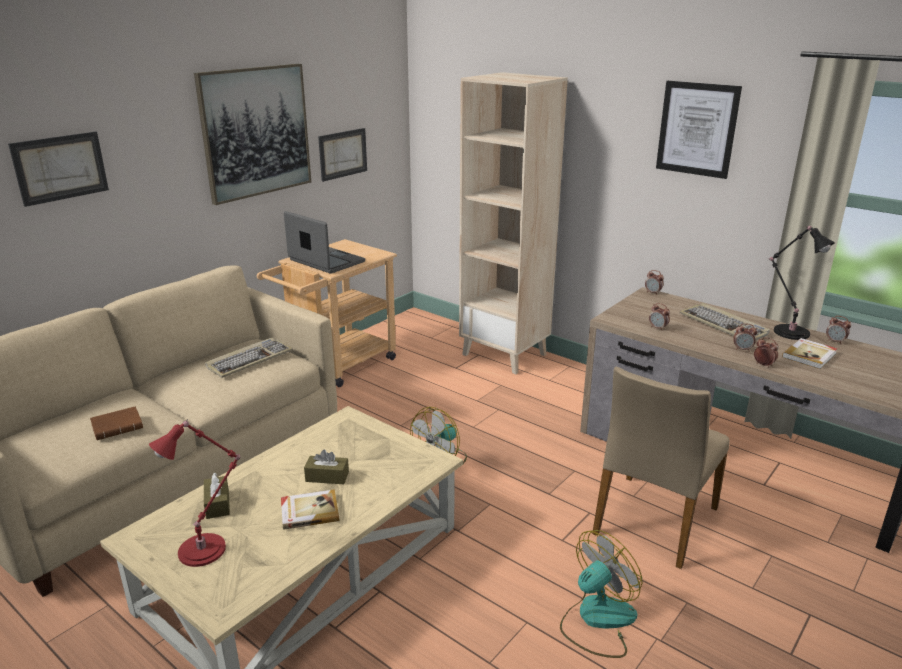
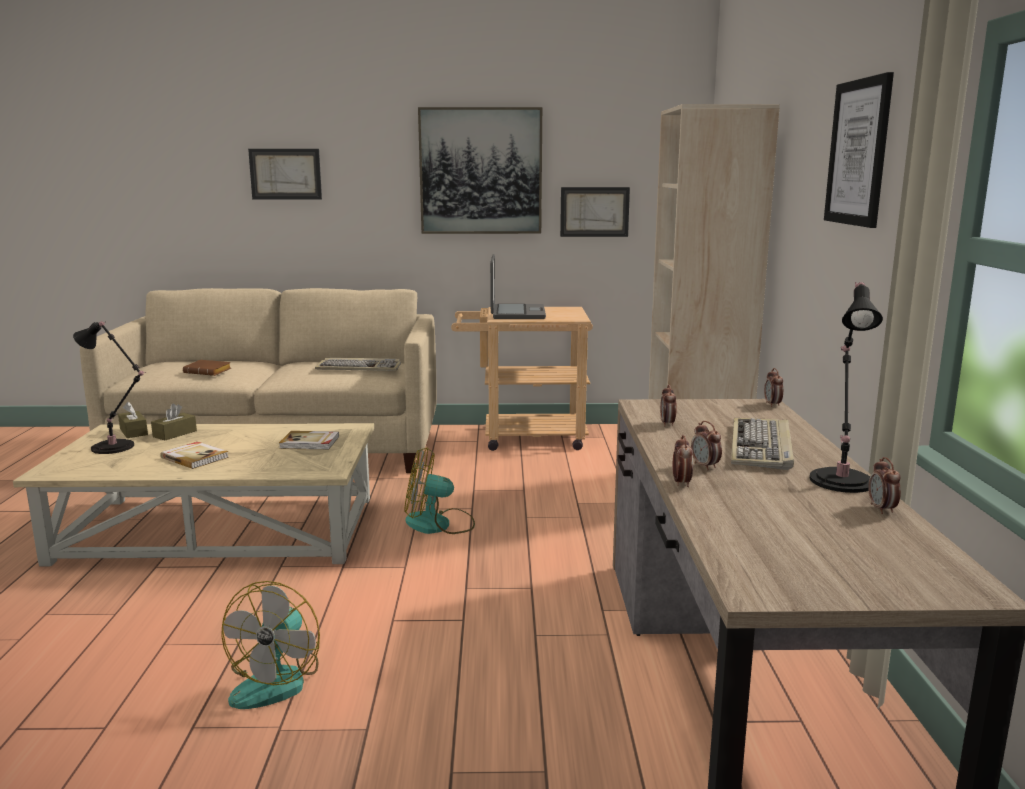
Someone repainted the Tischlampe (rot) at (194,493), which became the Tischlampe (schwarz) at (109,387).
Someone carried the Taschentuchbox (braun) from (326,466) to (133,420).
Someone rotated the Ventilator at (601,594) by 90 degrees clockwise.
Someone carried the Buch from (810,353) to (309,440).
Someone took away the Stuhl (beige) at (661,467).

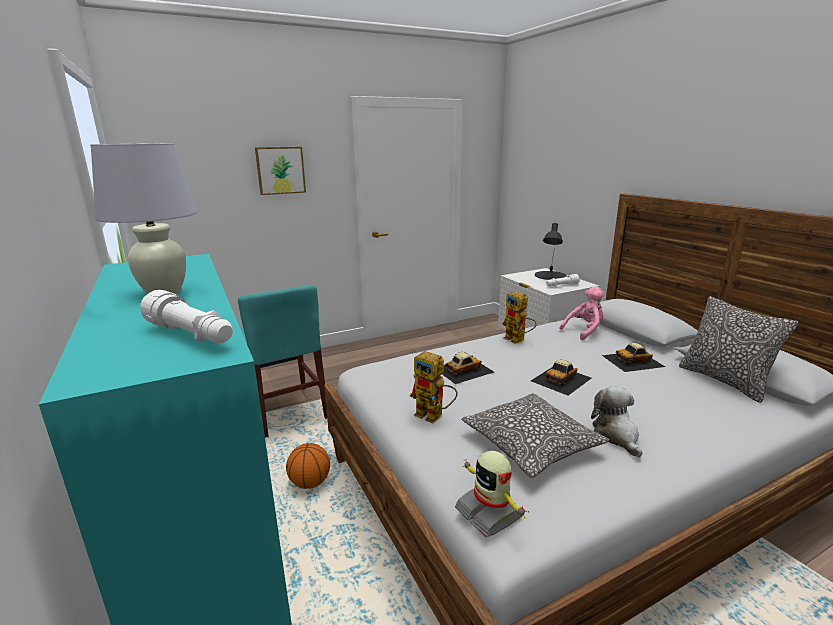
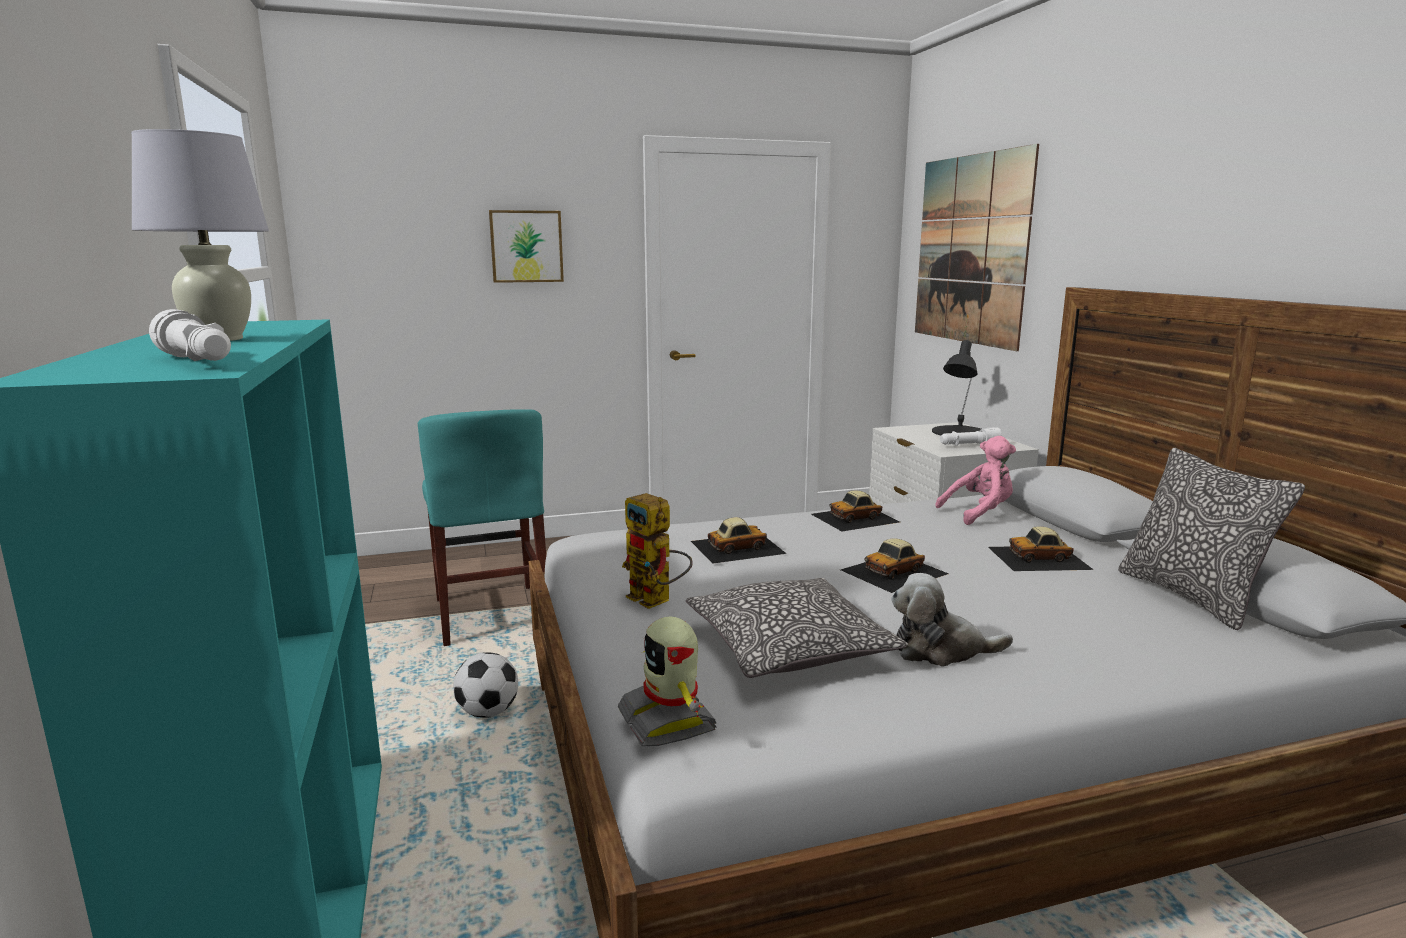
Someone swapped the Basketball at (308,466) for the Fußball at (485,685).
Someone swapped the Spielzeugroboter at (519,317) for the Spielzeugauto at (855,511).
Someone rotated the Plüschtier at (616,422) by 90 degrees counterclockwise.
Someone put up the Bild at (977,247).

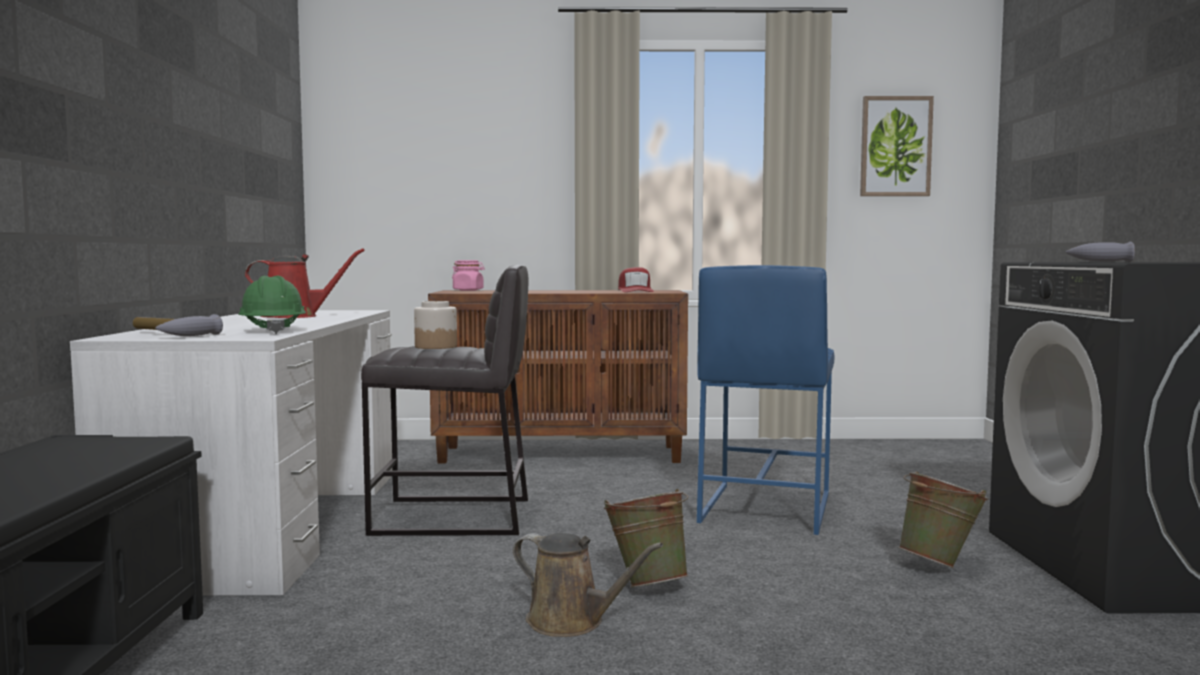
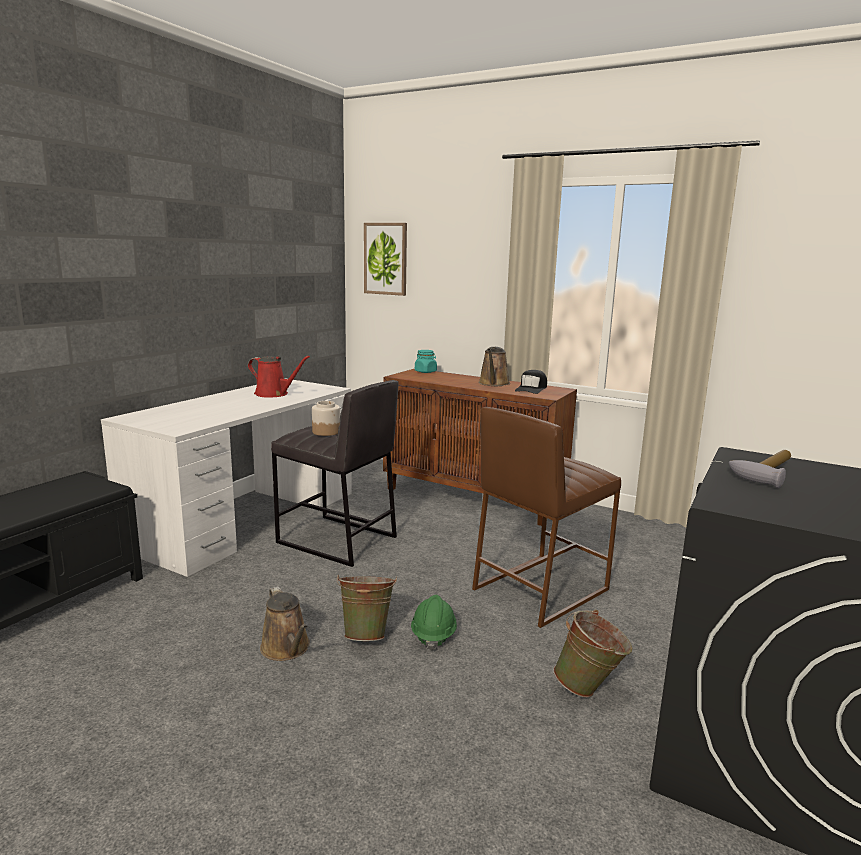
Someone carried the Bild from (897,146) to (385,259).
Someone carried the Schutzhelm (grün) from (272,305) to (434,623).
Someone repainted the Vorratsglas (rosa) at (468,275), which became the Vorratsglas (türkis) at (426,361).
Someone repainted the Hocker (blau) at (765,400), which became the Hocker (braun) at (546,517).
Someone put down the Gießkanne (braun) at (494,366).
Someone repainted the Kappe (rot) at (636,279), which became the Kappe (schwarz) at (531,382).
Someone took away the Hammer at (178,325).

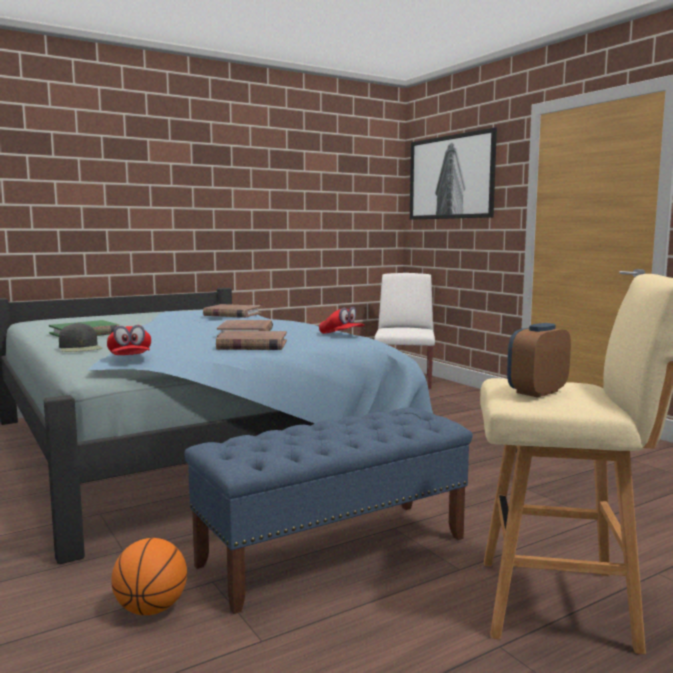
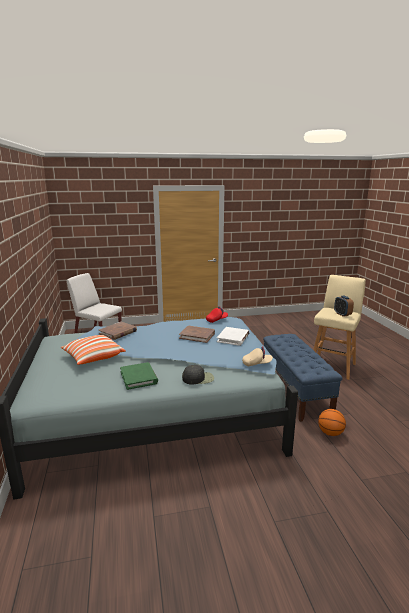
Someone put down the Kissen at (93,350).
Someone repainted the Buch (braun) at (251,340), which became the Buch (weiß) at (233,336).
Someone repainted the Kappe (rot) at (129,340), which became the Kappe (beige) at (257,356).
Someone took away the Bild at (453,173).

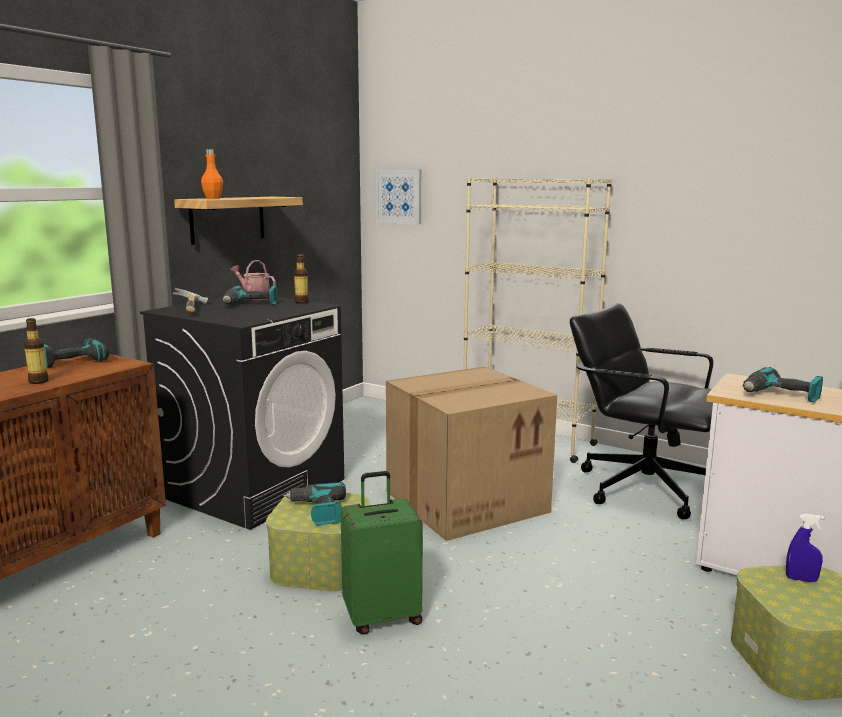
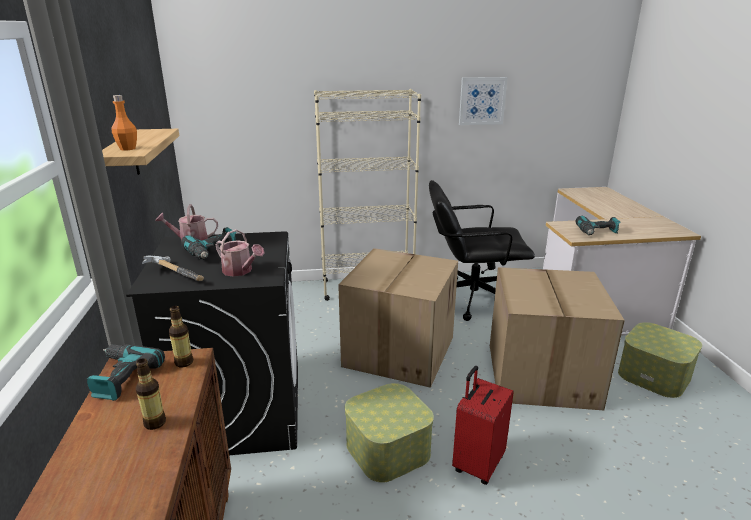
Someone carried the Flasche from (301,279) to (181,336).
Someone put down the Gießkanne at (240,253).
Someone repainted the Koffer (grün) at (381,553), which became the Koffer (rot) at (483,425).
Someone carried the Bild from (398,196) to (483,101).
Someone put down the Karton at (557,338).
Someone took away the Bohrmaschine at (314,503).
Someone took away the Sprühflasche (blau) at (805,547).

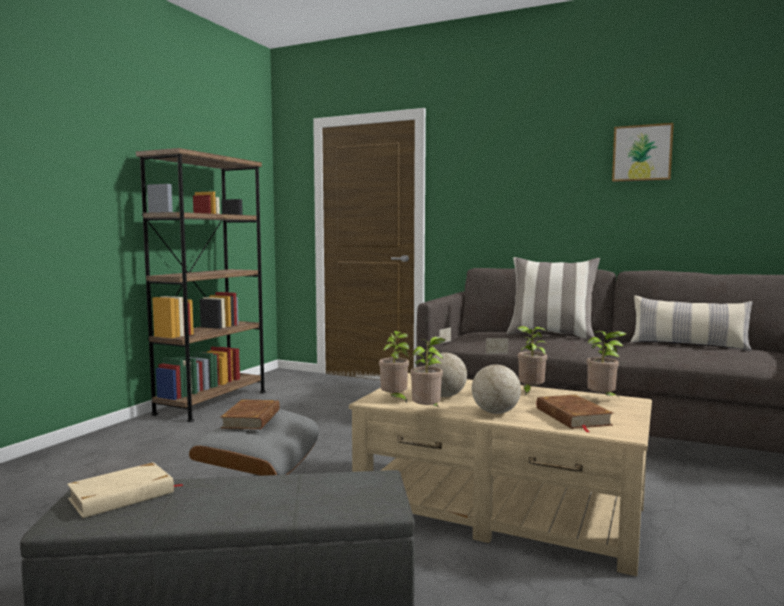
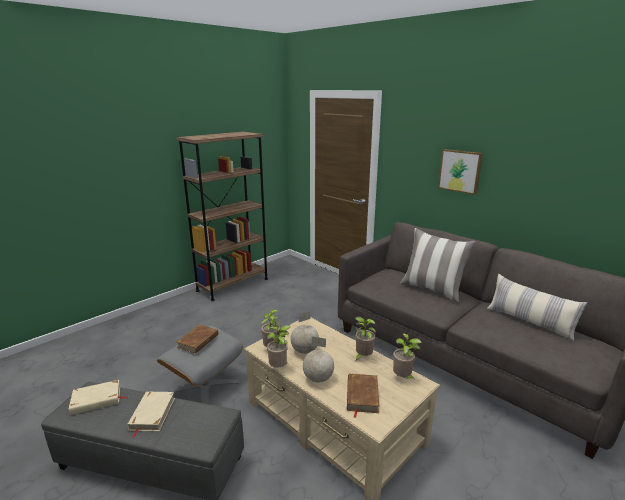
Someone put down the Buch (beige) at (151,415).
Someone carried the Bild from (643,152) to (460,172).

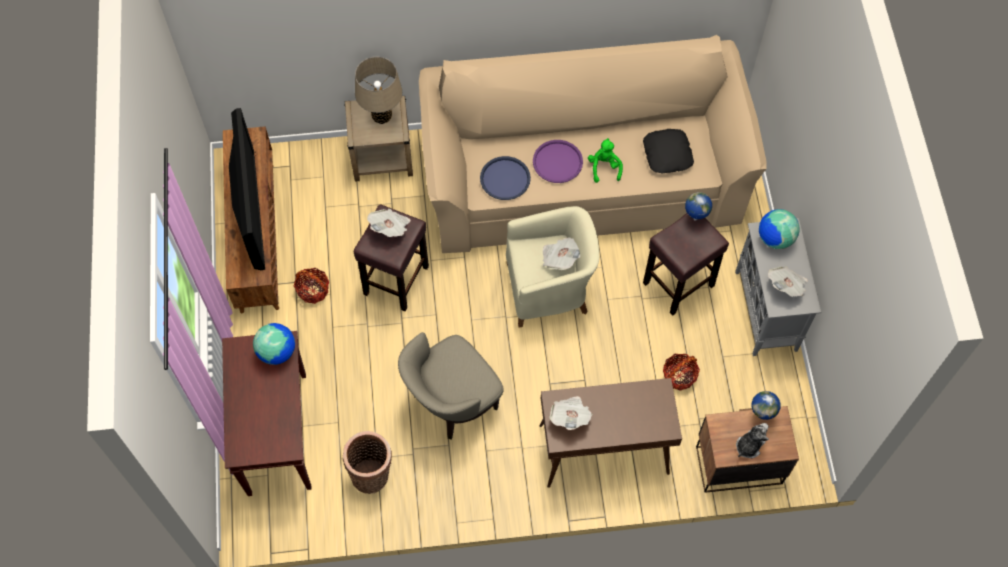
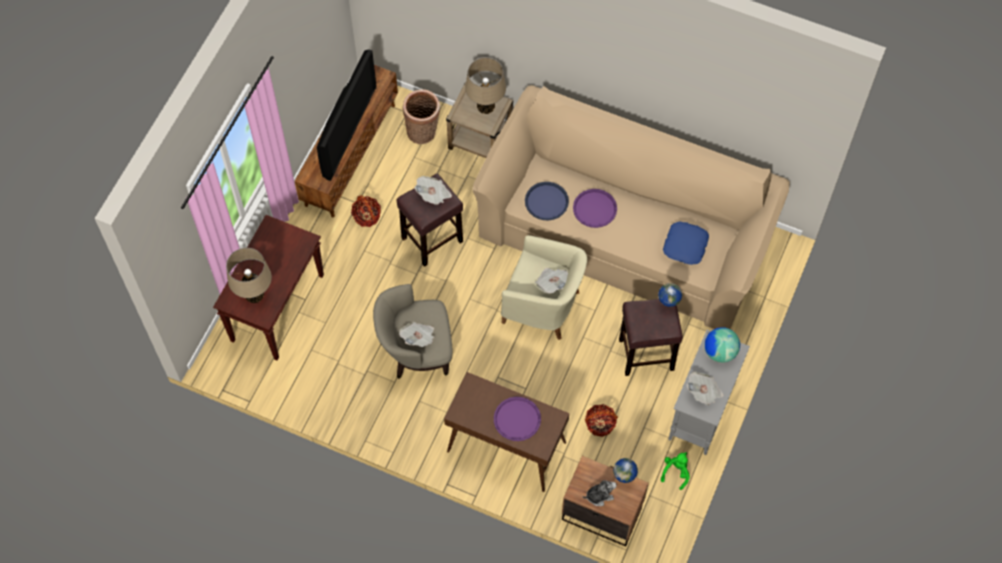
Someone put down the Tischlampe (beige) at (249,275).
Someone carried the Zeitung from (571,413) to (416,334).
Someone carried the Korb from (367,462) to (421,116).
Someone put down the Tablett (lila) at (517,419).
Someone carried the Plüschtier (grün) from (605,160) to (675,471).
Someone repainted the Kissen (schwarz) at (668,151), which became the Kissen (blau) at (686,243).
Someone took away the Globus at (274,344).

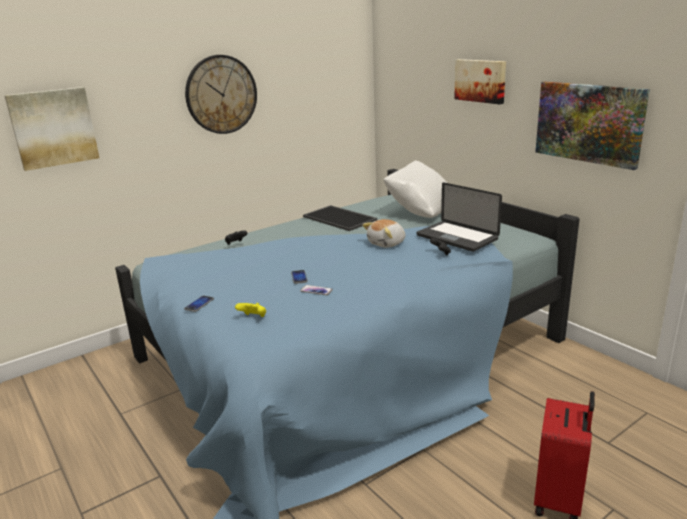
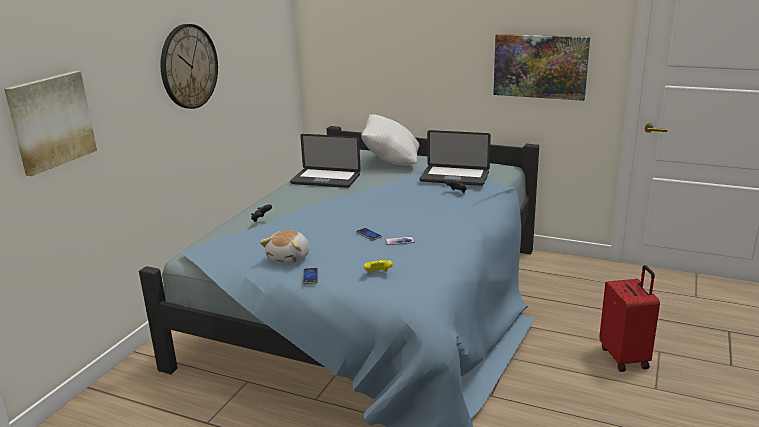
Someone carried the Plüschtier from (383,233) to (284,247).
Someone swapped the Tablett at (340,218) for the Laptop at (325,161).
Someone took away the Bild at (480,81).

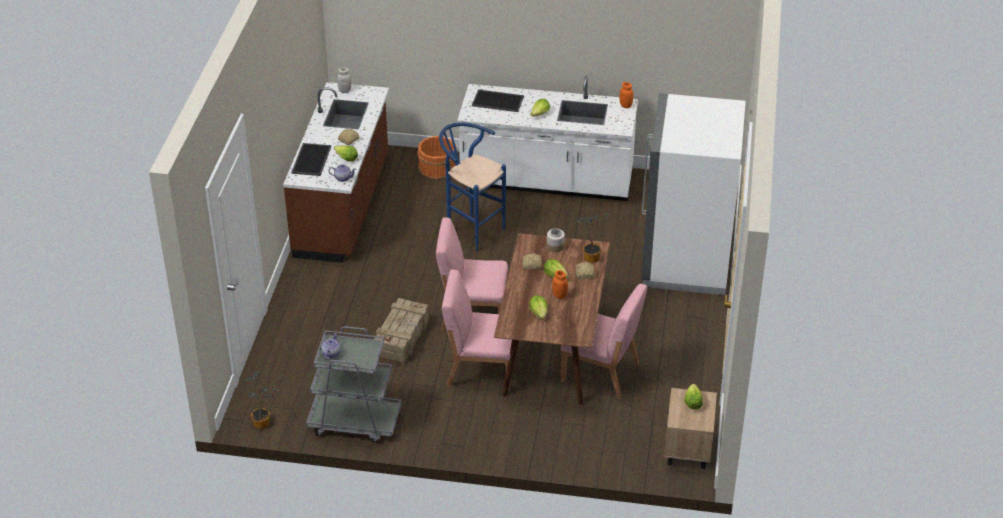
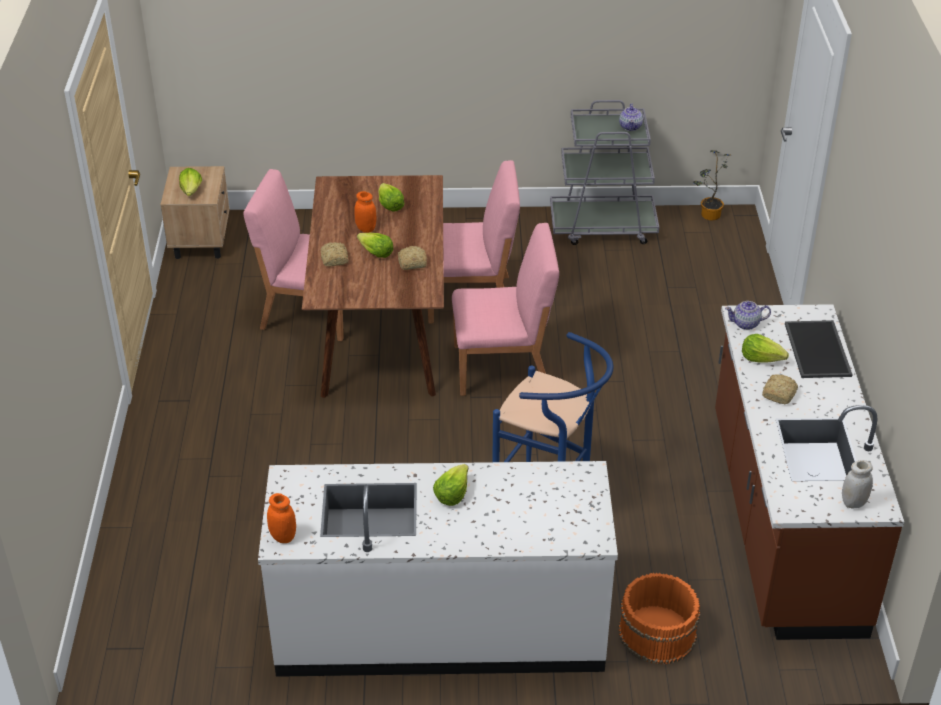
Someone took away the Kiste at (402,331).
Someone took away the Tablett at (498,100).
Someone took away the Vorratsglas at (556,240).
Someone took away the Topfpflanze at (592,238).
Someone took away the Kühlschrank (weiß) at (693,194).

